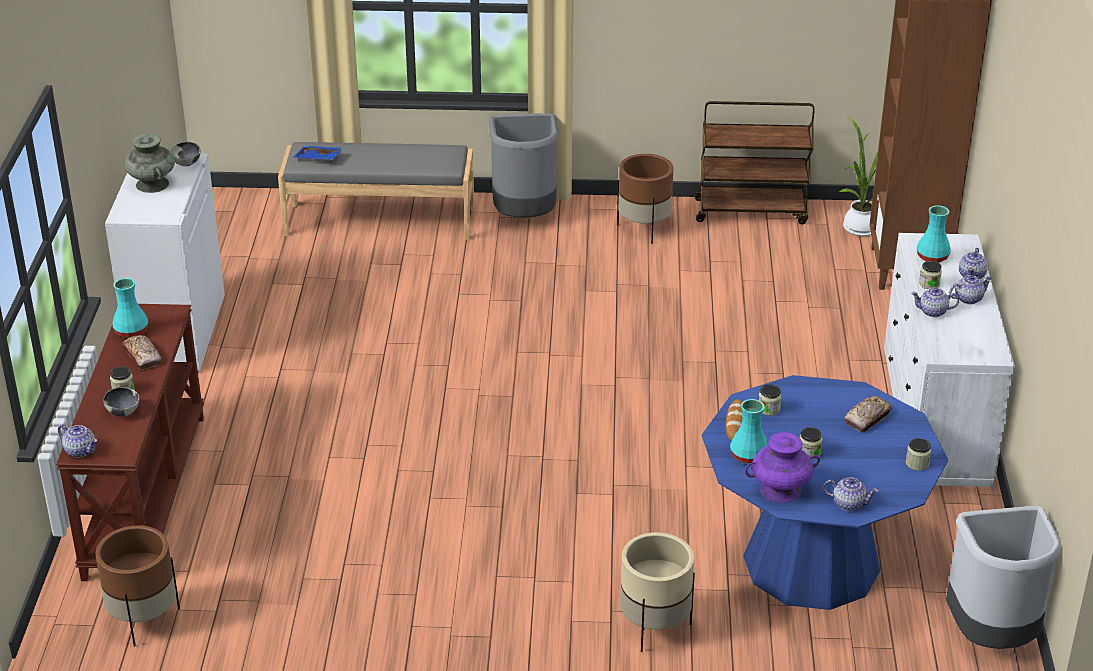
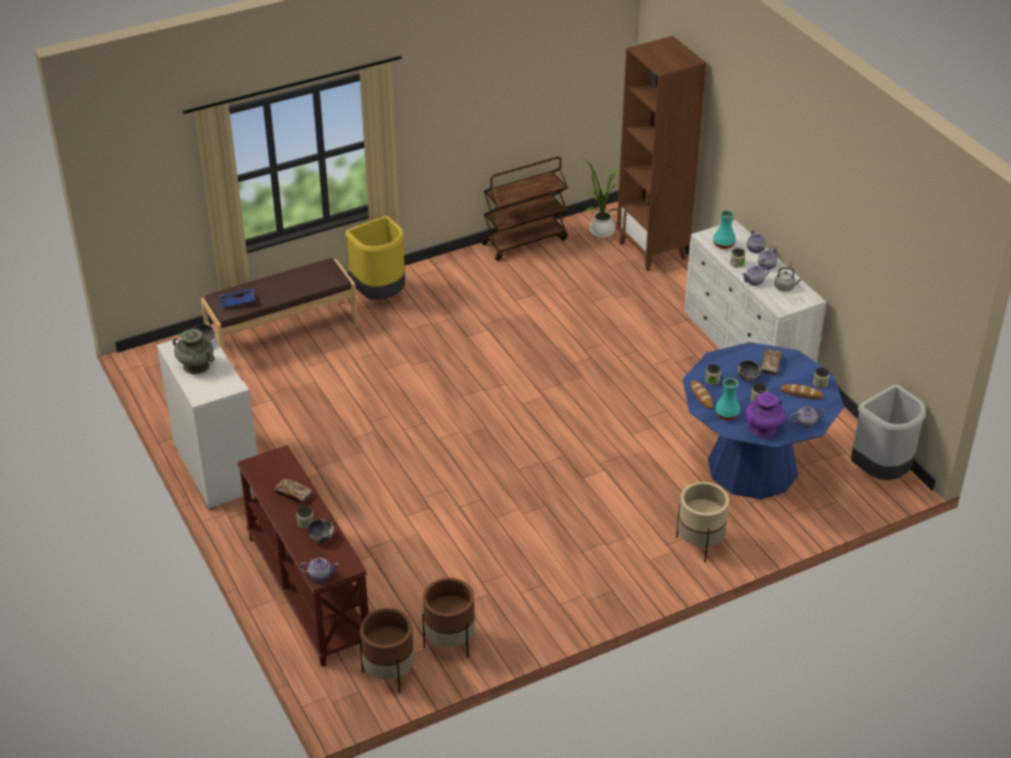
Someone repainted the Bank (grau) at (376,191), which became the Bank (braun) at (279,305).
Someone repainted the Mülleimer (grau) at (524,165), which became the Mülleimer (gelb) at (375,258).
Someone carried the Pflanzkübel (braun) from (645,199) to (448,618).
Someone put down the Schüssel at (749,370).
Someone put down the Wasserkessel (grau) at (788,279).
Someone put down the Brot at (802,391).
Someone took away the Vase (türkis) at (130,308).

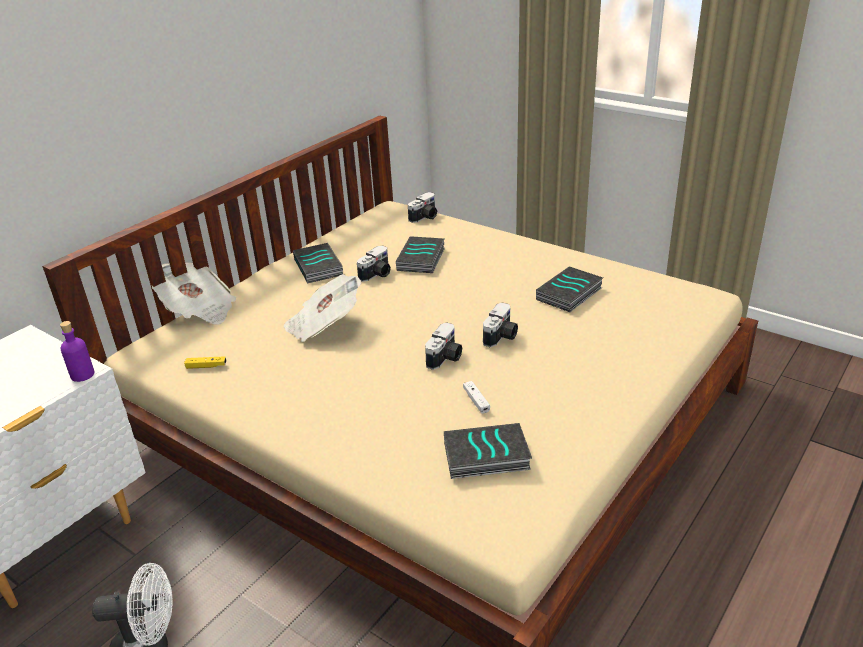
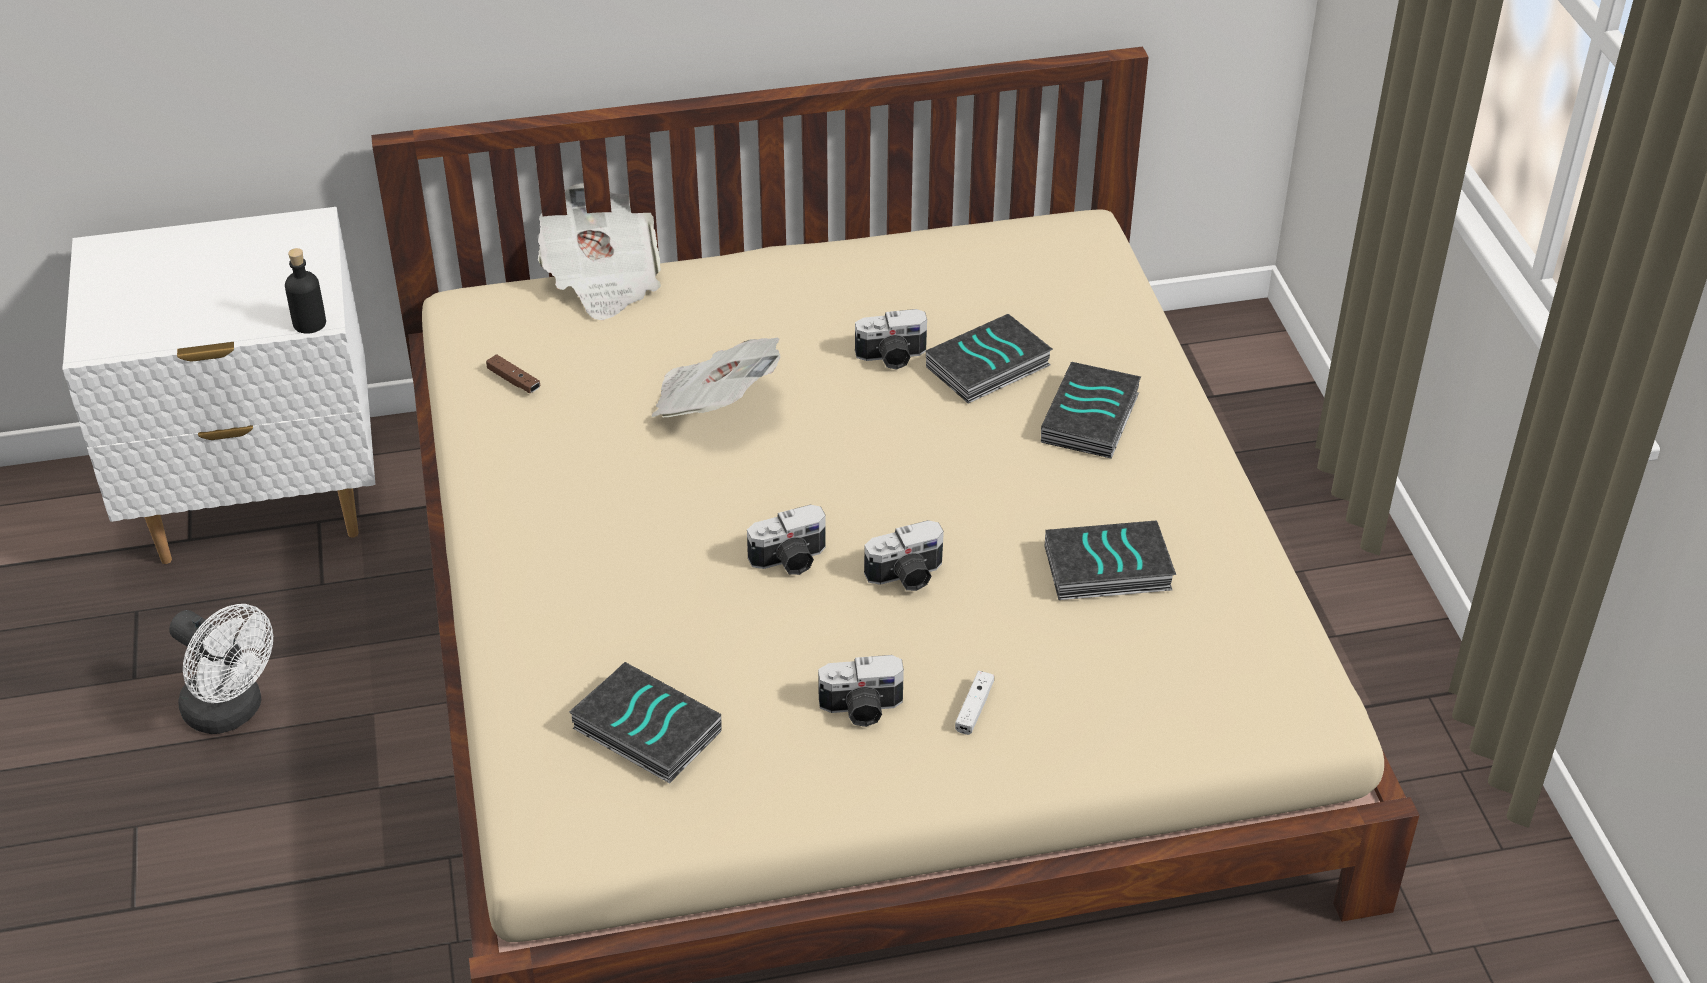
Someone repainted the Flasche (lila) at (77,351), which became the Flasche (schwarz) at (305,291).
Someone repainted the Gamepad (gelb) at (205,362), which became the Gamepad (braun) at (513,373).
Someone carried the Kamera from (422,207) to (861,691).
Someone carried the Gamepad (weiß) from (476,397) to (974,703).
Someone carried the Buch from (318,263) to (1091,410).

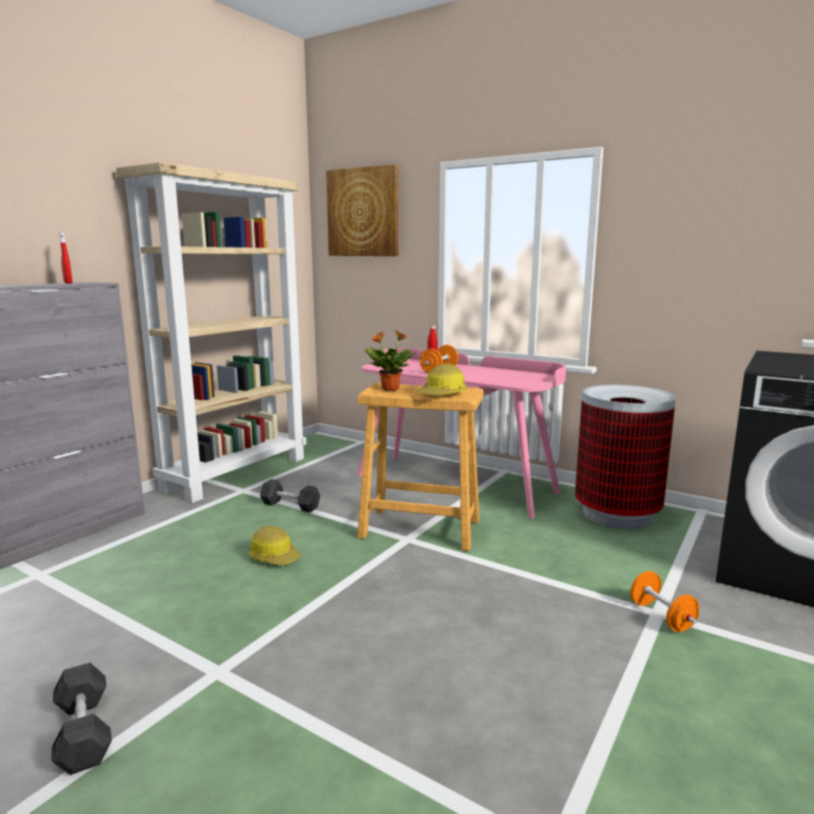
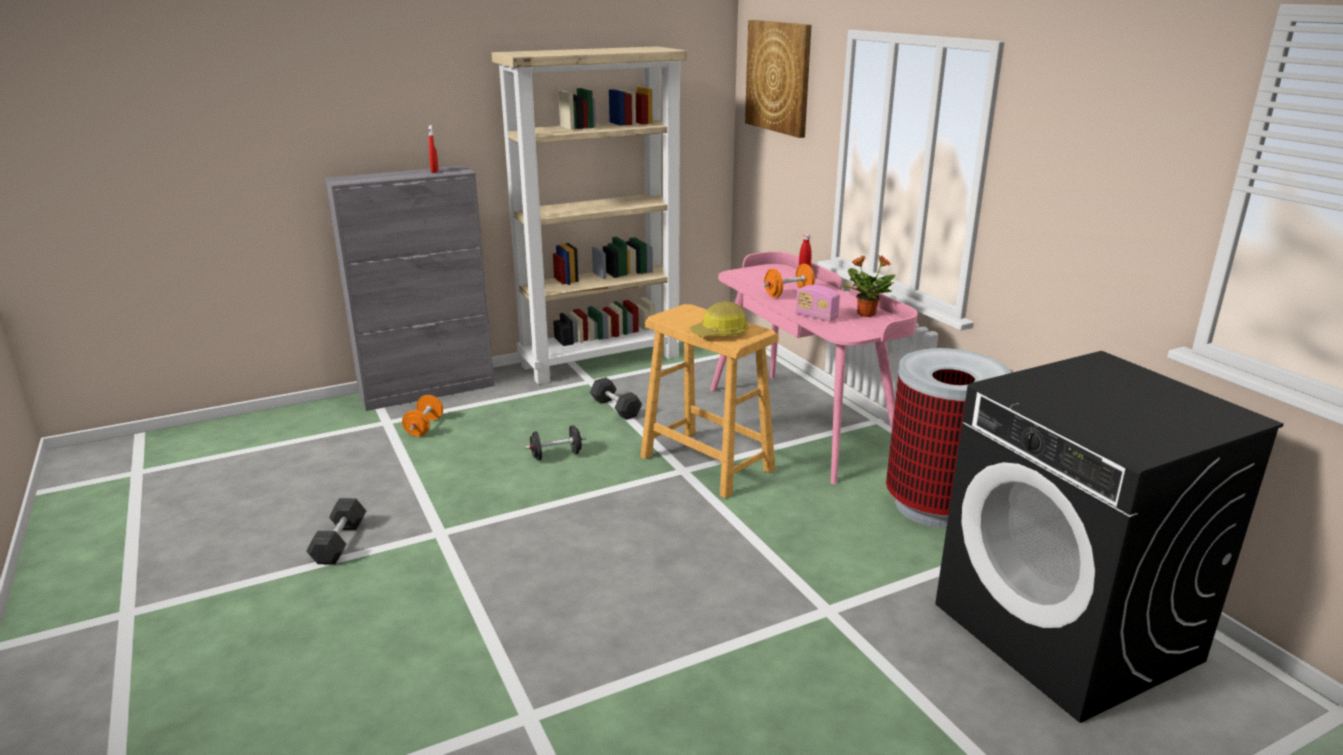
Someone carried the Hantel (orange) from (664,601) to (422,416).
Someone swapped the Schutzhelm at (274,545) for the Hantel (schwarz) at (555,443).
Someone put down the Radio at (818,303).
Someone carried the Topfpflanze from (390,360) to (869,286).

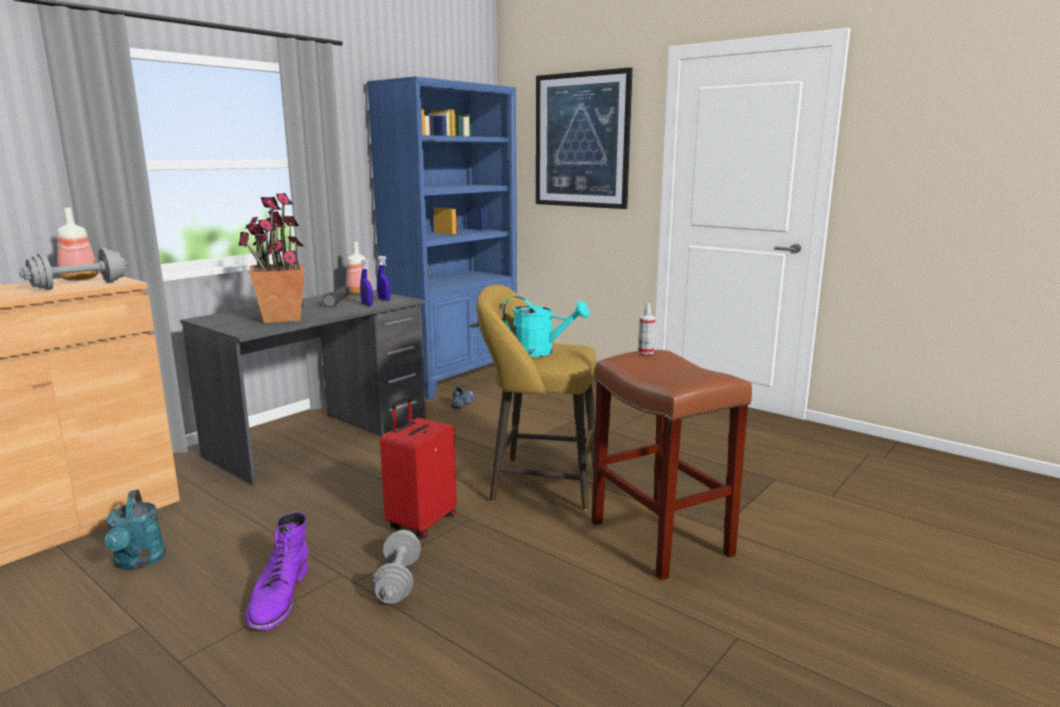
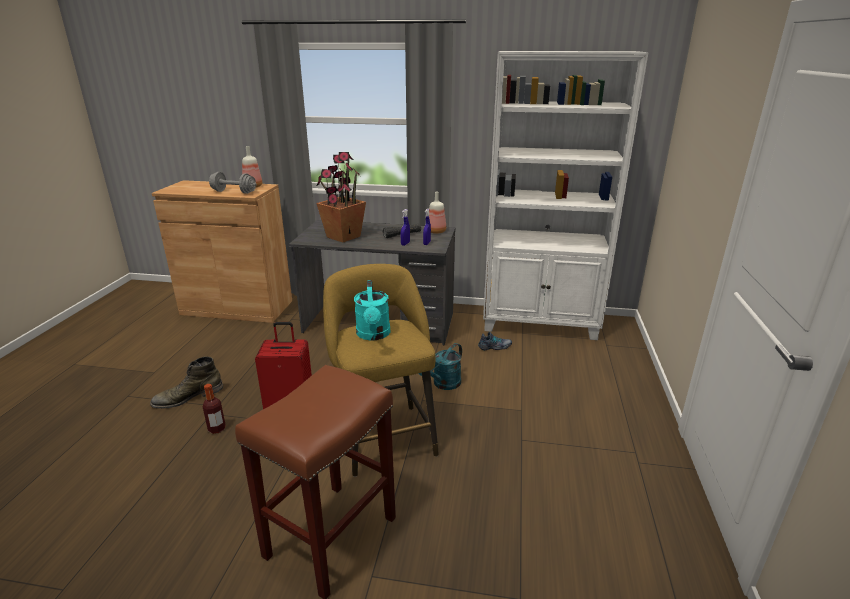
Someone repainted the Stiefel (lila) at (277,571), which became the Stiefel (grün) at (186,383).
Someone swapped the Hantel (grau) at (396,567) for the Flasche at (214,409).
Someone carried the Gießkanne (türkis) from (135,530) to (440,366).
Someone repainted the Bücherregal (blau) at (442,237), which became the Bücherregal (weiß) at (566,195).
Someone took away the Bild at (584,138).
Someone took away the Sprühflasche at (646,329).

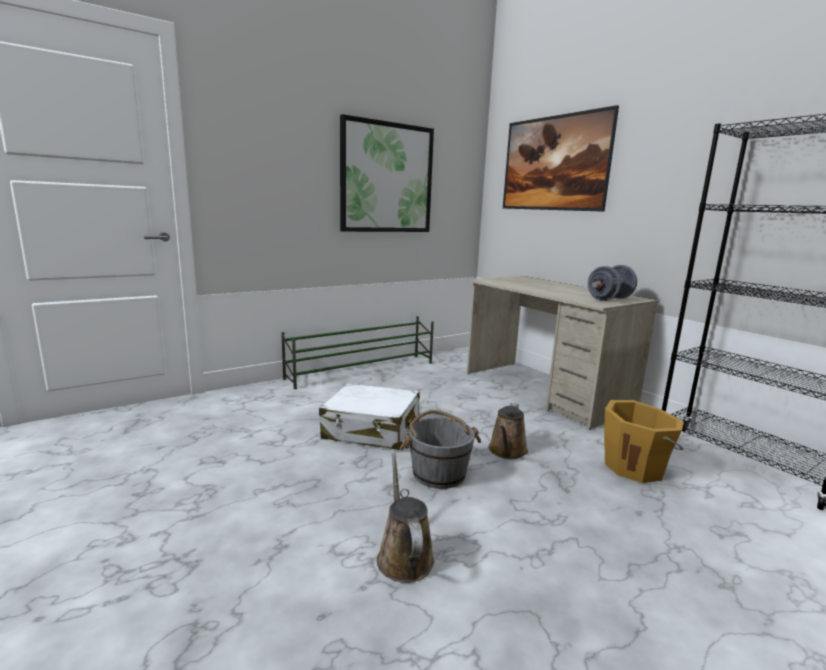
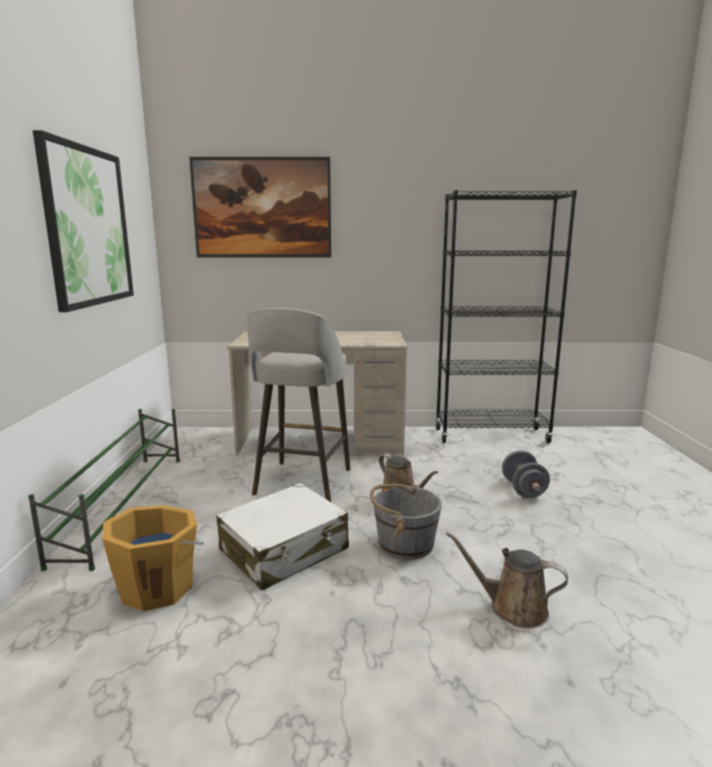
Someone carried the Eimer (orange) from (644,441) to (153,558).
Someone put down the Hocker (grau) at (298,405).
Someone carried the Hantel (grau) from (612,283) to (526,474).

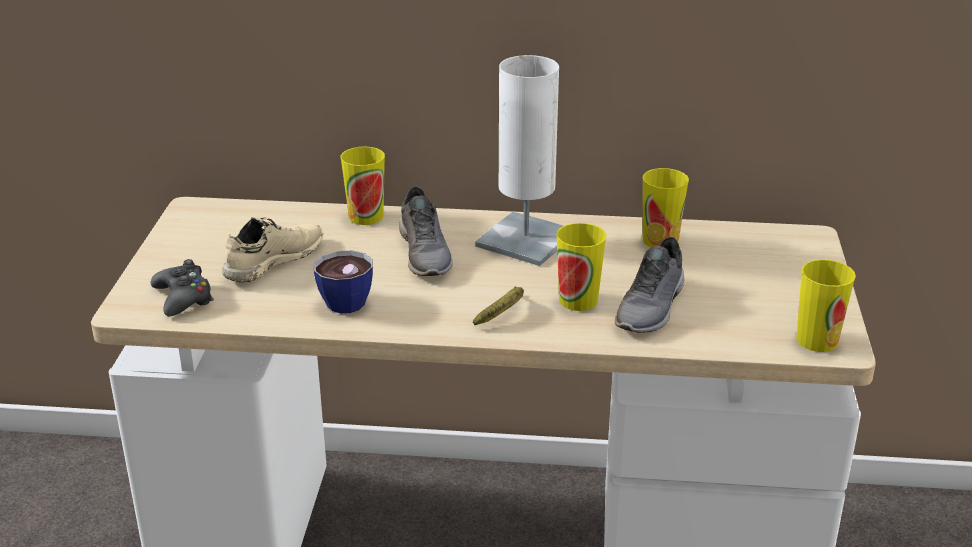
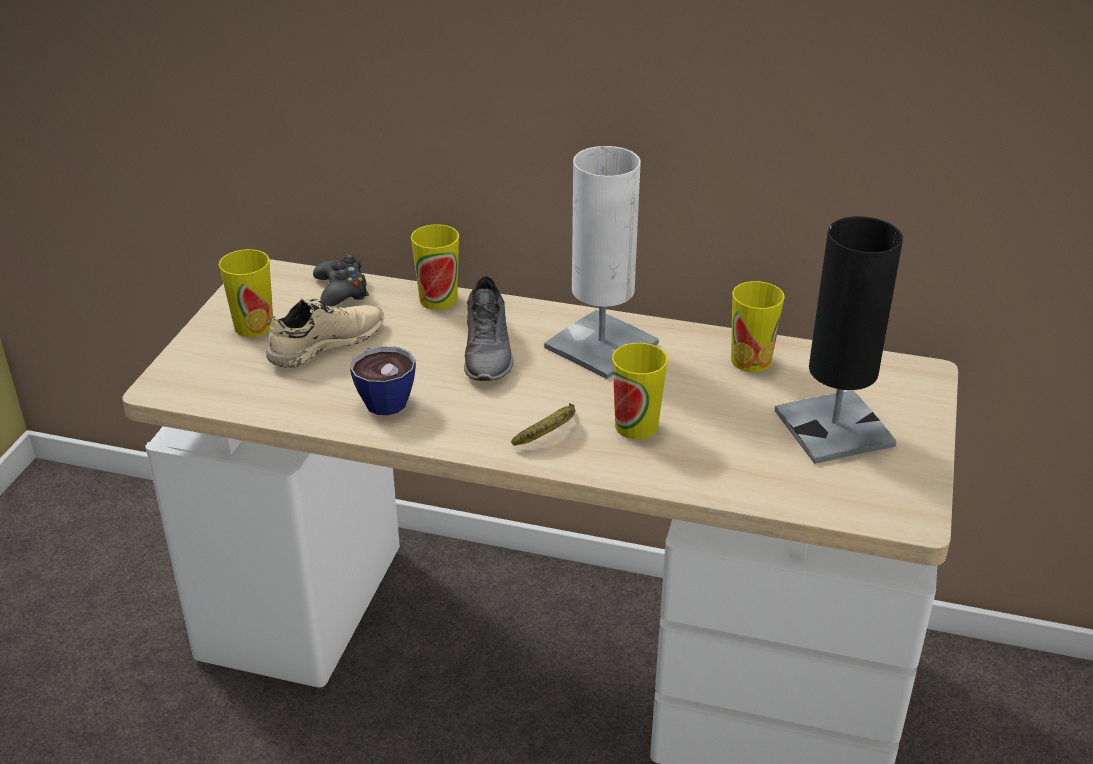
Someone carried the Tasse from (826,305) to (246,293).
Someone carried the Gamepad (schwarz) from (182,287) to (341,280).
Someone put down the Tischlampe (schwarz) at (839,340).
Someone took away the Schuh (grau) at (649,285).

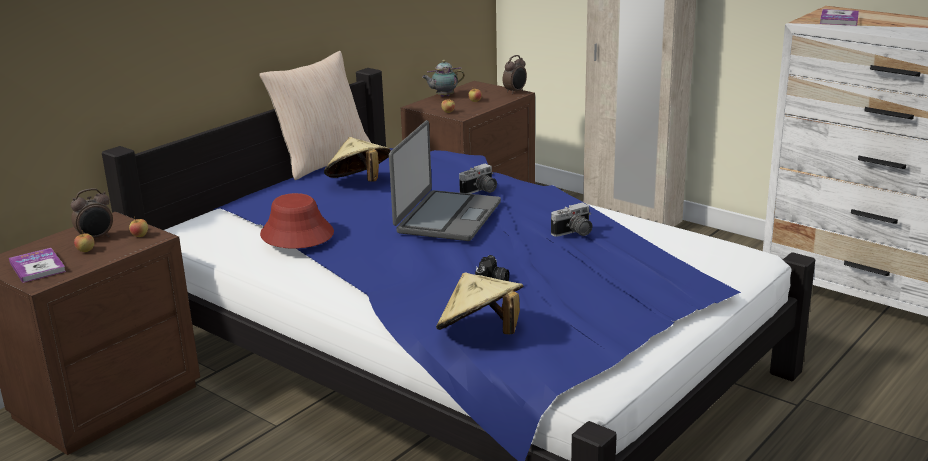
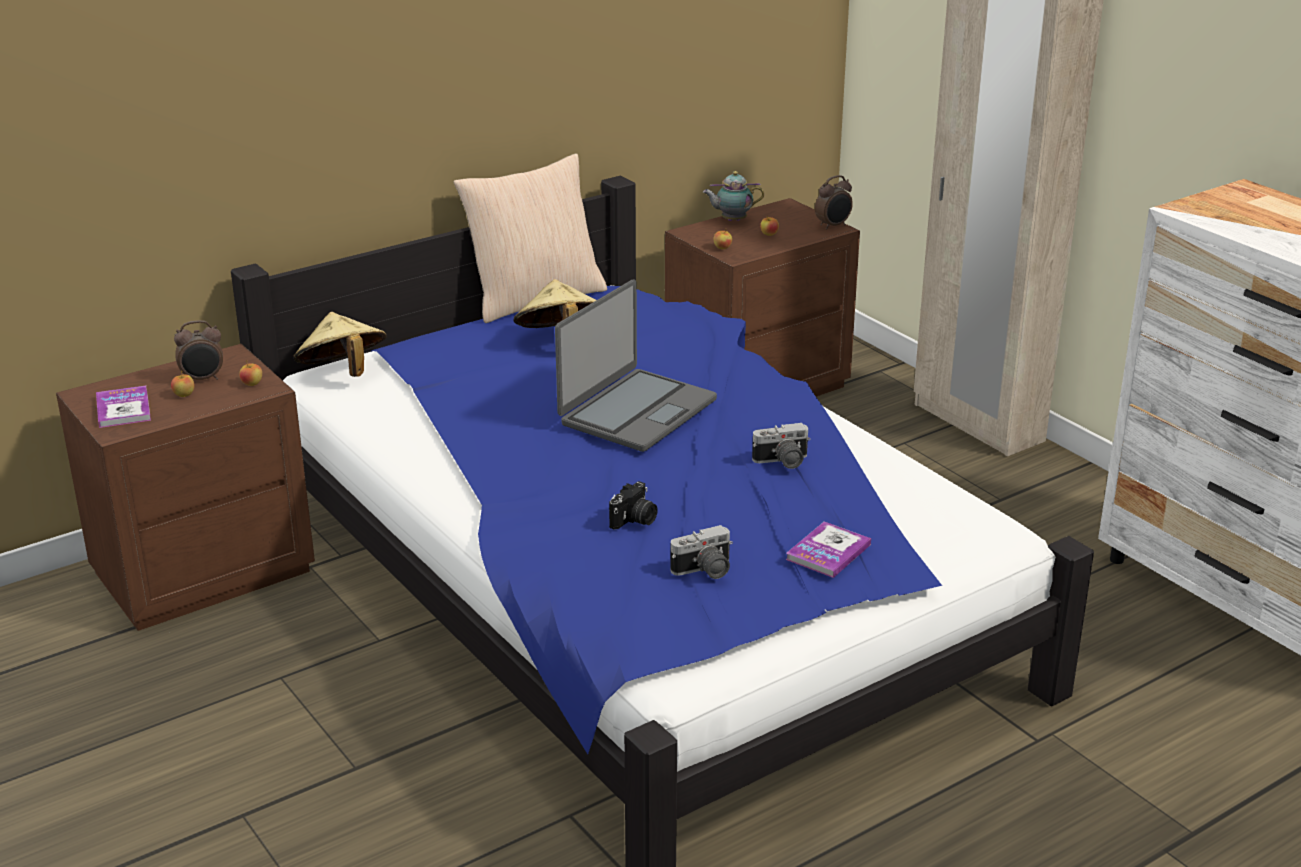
Someone carried the Hut (beige) from (479,303) to (340,344).
Someone carried the Kamera from (478,179) to (701,552).
Someone carried the Buch from (839,17) to (828,549).
Someone took away the Hut (rot) at (297,221).

